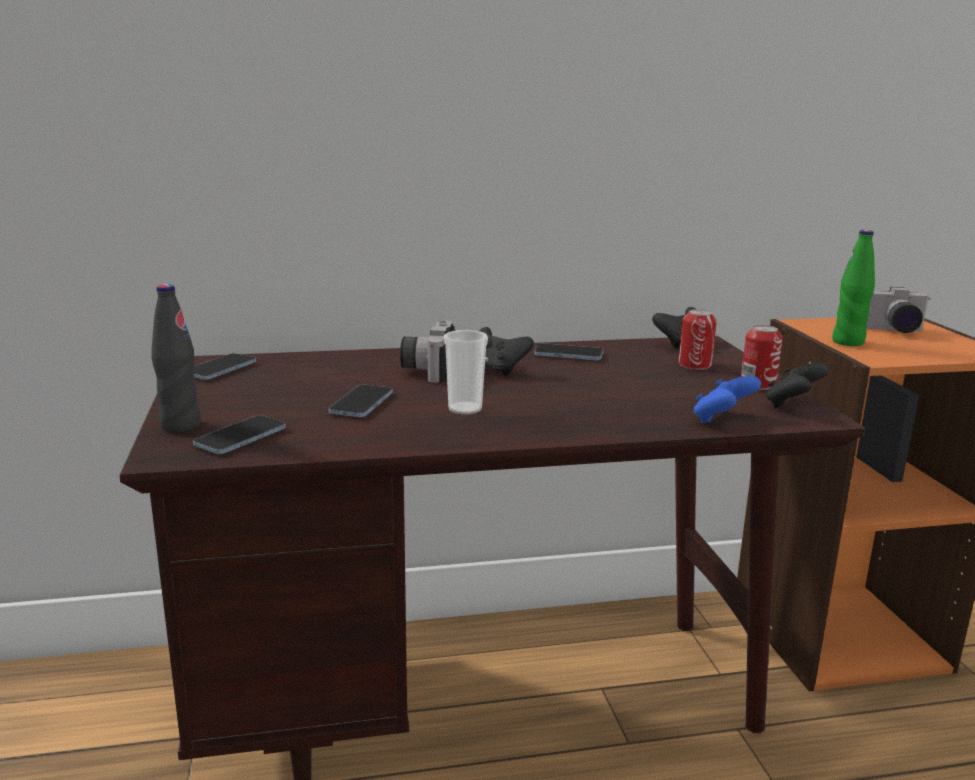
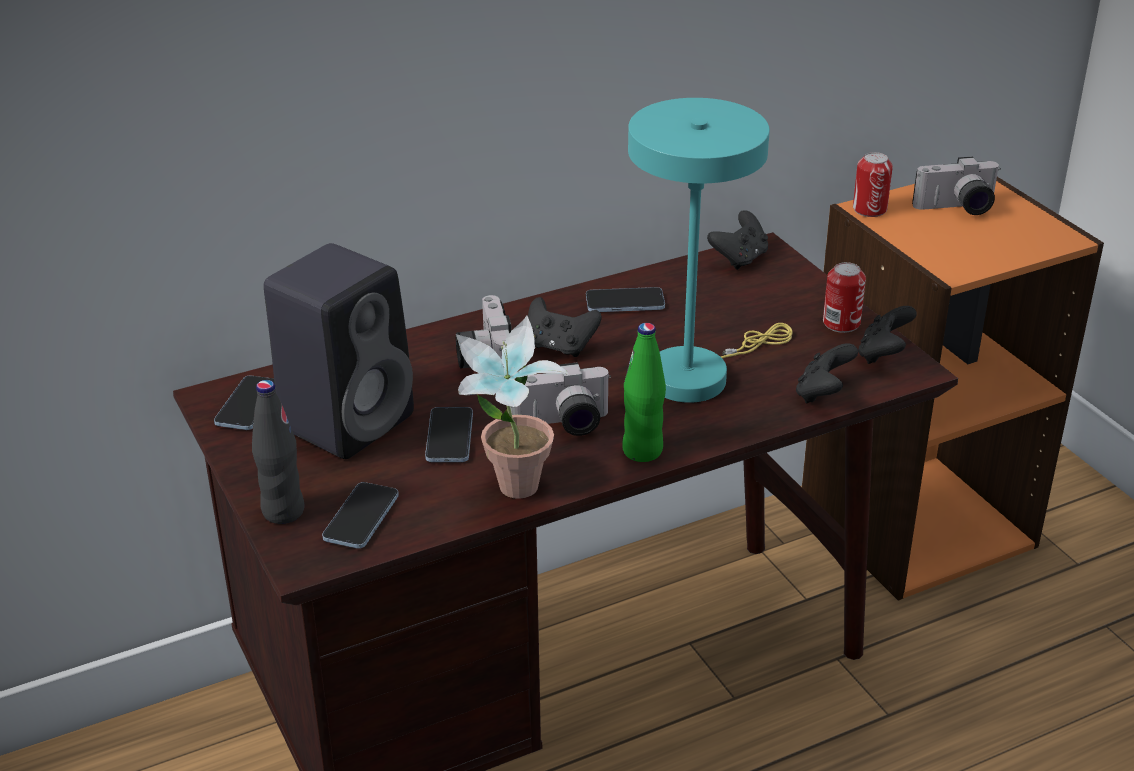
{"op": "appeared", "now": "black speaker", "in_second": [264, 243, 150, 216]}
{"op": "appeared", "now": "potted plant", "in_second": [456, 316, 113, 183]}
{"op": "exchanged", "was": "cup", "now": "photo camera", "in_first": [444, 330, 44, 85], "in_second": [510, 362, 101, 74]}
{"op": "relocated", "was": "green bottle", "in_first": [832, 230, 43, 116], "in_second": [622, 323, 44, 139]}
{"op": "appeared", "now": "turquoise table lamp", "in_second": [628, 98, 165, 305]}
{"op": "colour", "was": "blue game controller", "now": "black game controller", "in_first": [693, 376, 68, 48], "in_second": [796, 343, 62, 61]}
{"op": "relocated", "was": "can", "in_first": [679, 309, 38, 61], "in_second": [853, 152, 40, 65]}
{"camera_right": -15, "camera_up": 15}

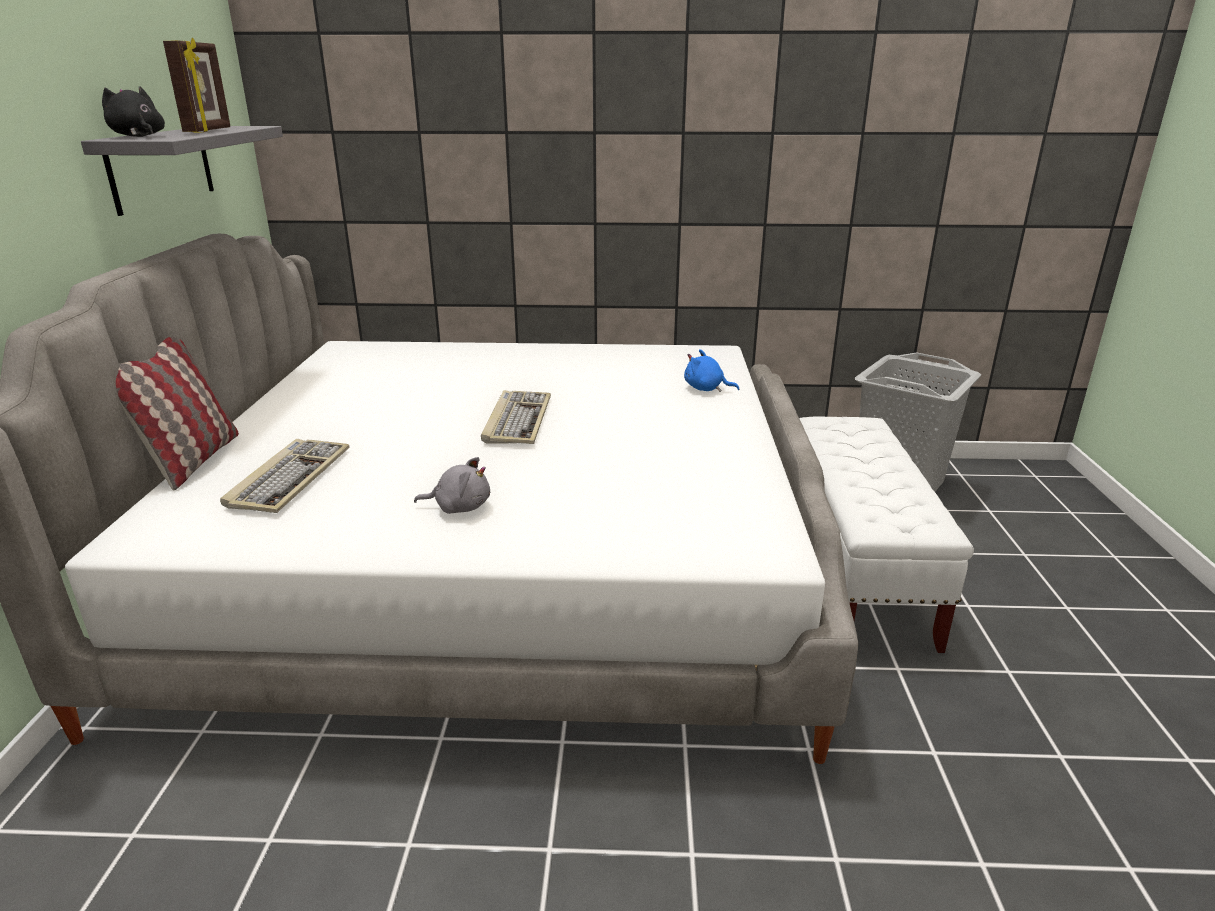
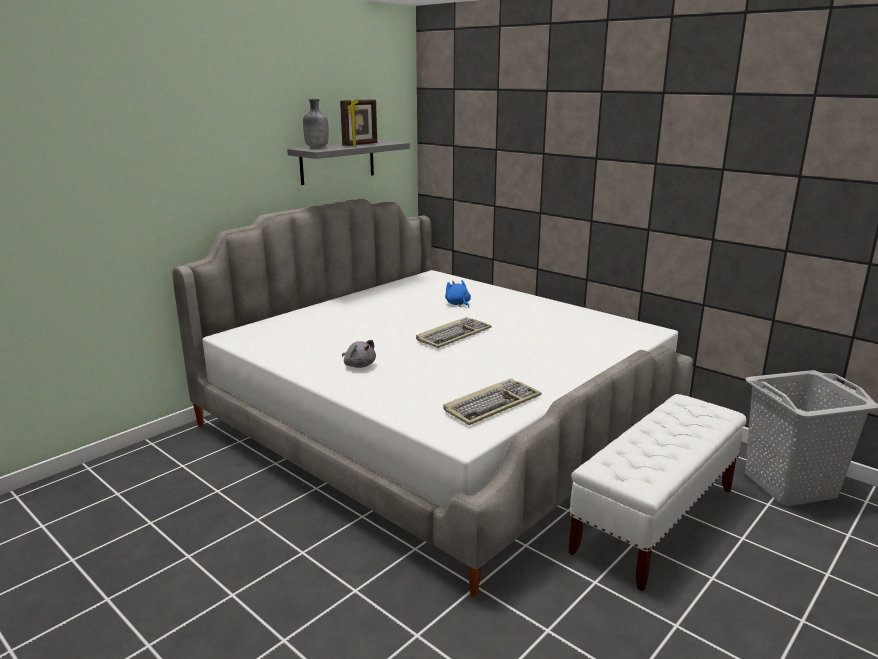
{"op": "exchanged", "was": "black plush toy", "now": "grey bottle", "in_first": [102, 86, 63, 51], "in_second": [303, 99, 26, 49]}
{"op": "relocated", "was": "keyboard", "in_first": [220, 439, 130, 74], "in_second": [443, 378, 99, 47]}
{"op": "relocated", "was": "blue plush toy", "in_first": [684, 349, 55, 43], "in_second": [445, 280, 26, 28]}
{"op": "missing", "was": "pillow", "in_first": [116, 337, 123, 153]}
{"camera_right": 40, "camera_up": -5}

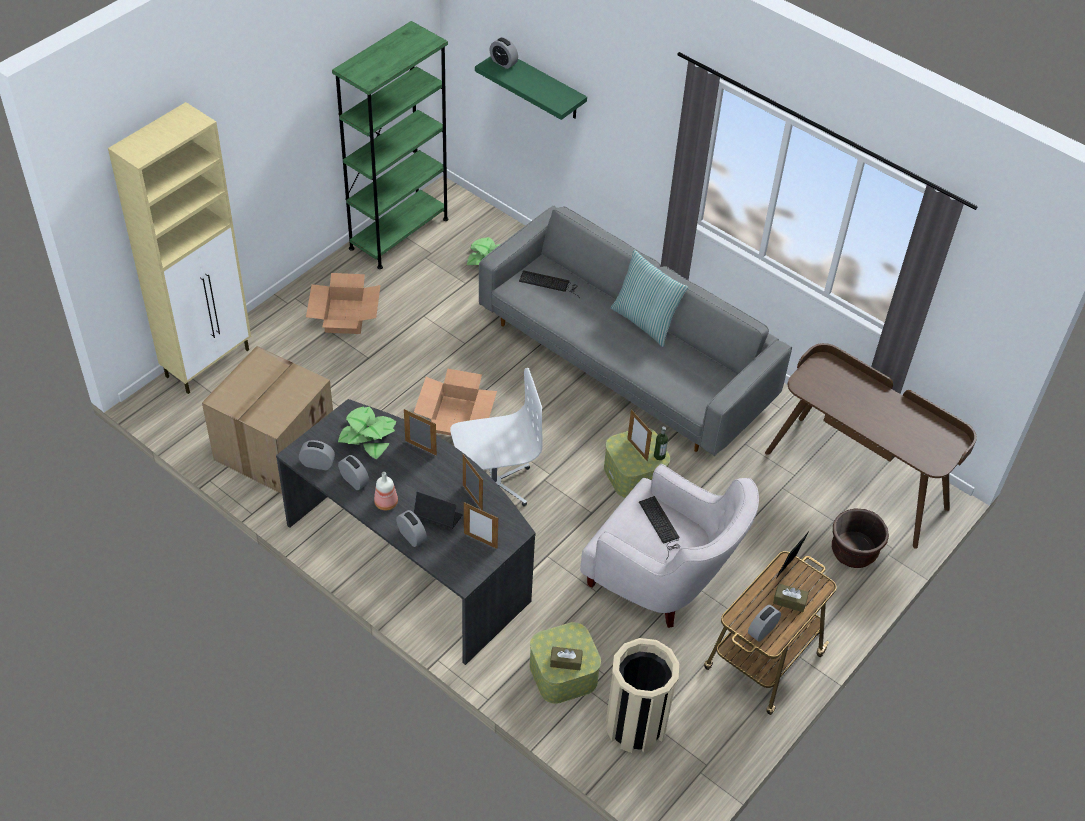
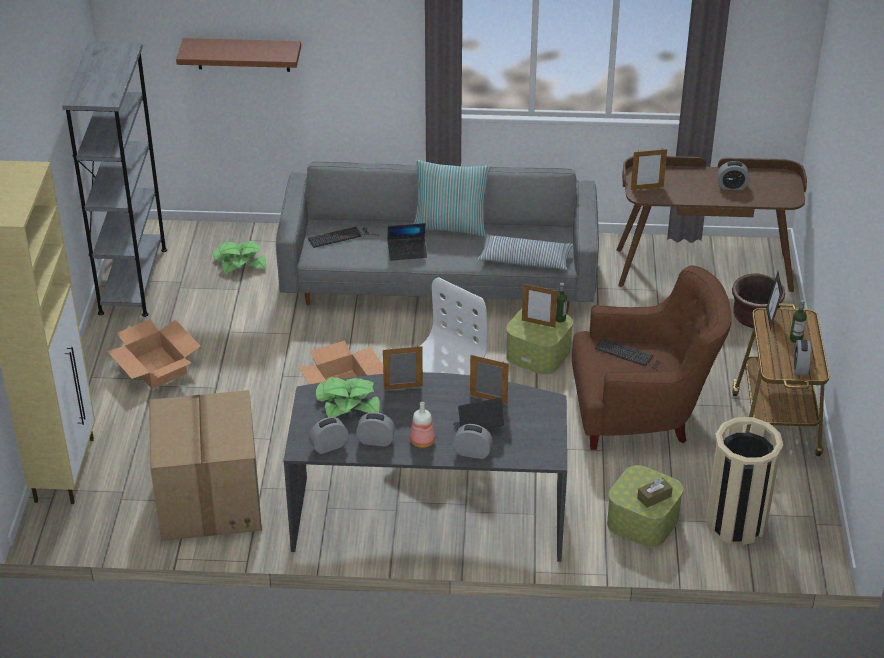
{"op": "colour", "was": "green bookcase", "now": "grey bookcase", "in_first": [332, 21, 117, 248], "in_second": [62, 42, 105, 275]}
{"op": "colour", "was": "green shelf", "now": "brown shelf", "in_first": [475, 56, 112, 64], "in_second": [176, 38, 125, 34]}
{"op": "appeared", "now": "laptop", "in_second": [387, 223, 40, 38]}
{"op": "appeared", "now": "pillow", "in_second": [478, 234, 95, 36]}
{"op": "colour", "was": "white armchair", "now": "brown armchair", "in_first": [580, 464, 179, 164], "in_second": [572, 265, 160, 185]}
{"op": "relocated", "was": "picture frame", "in_first": [464, 502, 34, 47], "in_second": [631, 149, 36, 41]}
{"op": "relocated", "was": "alarm clock", "in_first": [489, 38, 29, 31], "in_second": [717, 161, 32, 29]}
{"op": "exchanged", "was": "brown tissue box", "now": "bottle", "in_first": [773, 584, 36, 28], "in_second": [790, 300, 17, 43]}
{"camera_right": -35, "camera_up": -10}

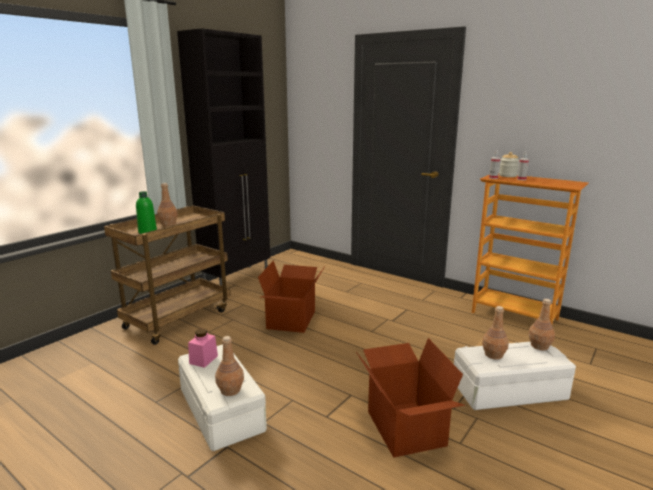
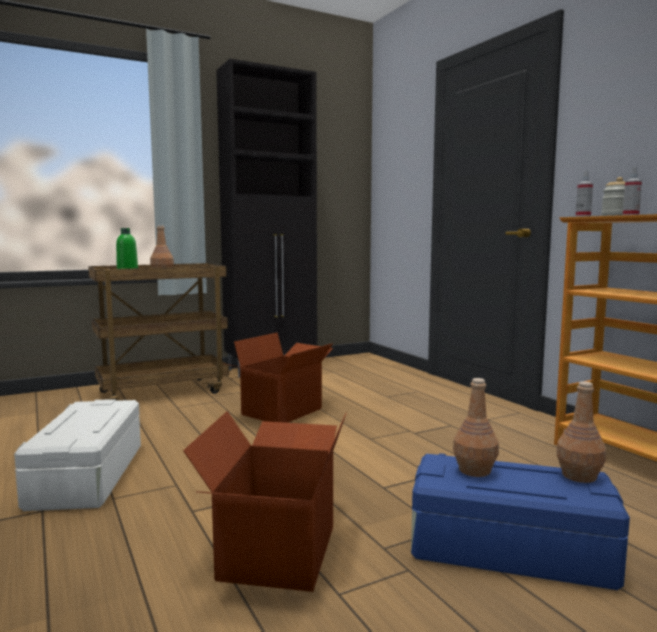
{"op": "colour", "was": "white storage box", "now": "blue storage box", "in_first": [454, 342, 122, 68], "in_second": [411, 453, 219, 137]}
{"op": "missing", "was": "pink jar", "in_first": [188, 329, 30, 39]}
{"op": "missing", "was": "brown bottle", "in_first": [215, 336, 29, 60]}
{"camera_right": 25, "camera_up": -10}

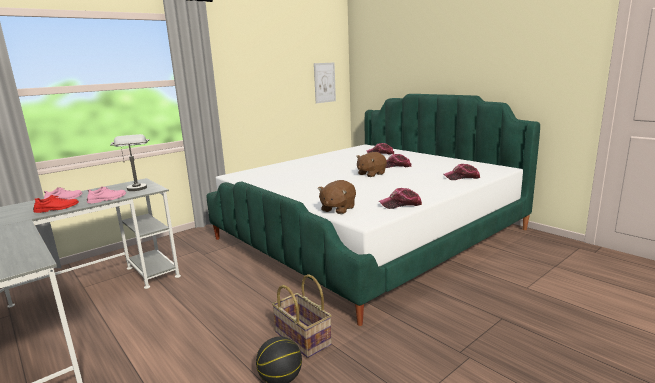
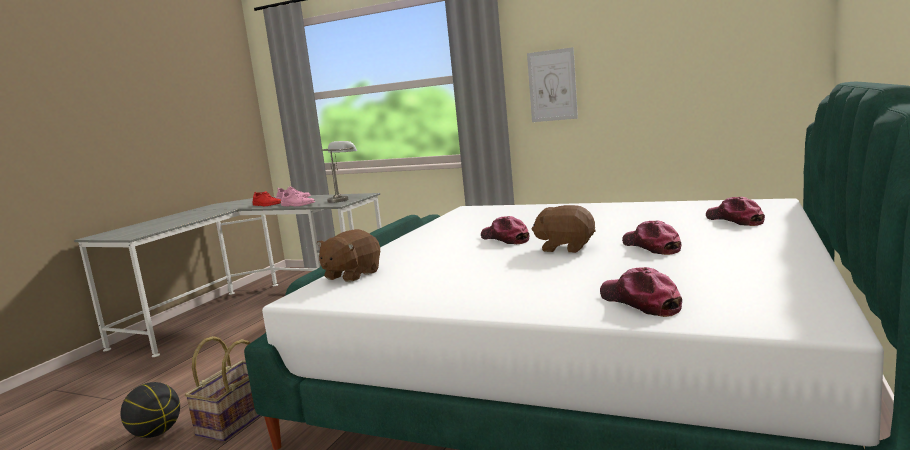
{"op": "spun", "was": "brown plush toy", "in_first": [318, 180, 38, 34], "in_second": [316, 229, 64, 53], "clockwise": -60}
{"op": "relocated", "was": "cap", "in_first": [379, 188, 43, 21], "in_second": [481, 216, 48, 28]}
{"op": "relocated", "was": "picture", "in_first": [314, 63, 22, 40], "in_second": [527, 47, 51, 75]}
{"camera_right": 65, "camera_up": -5}

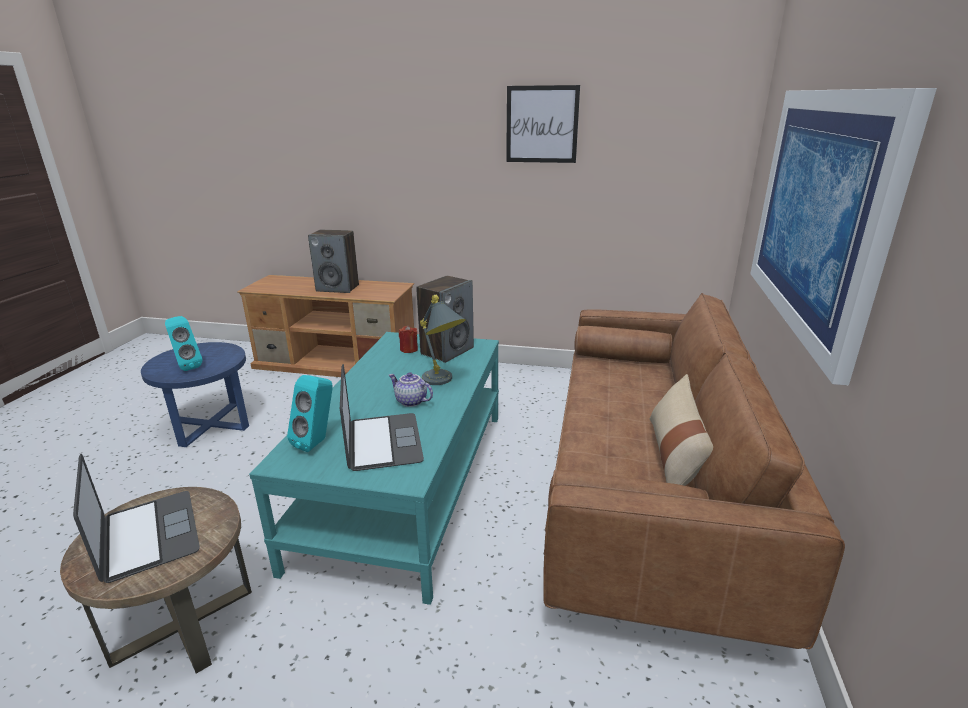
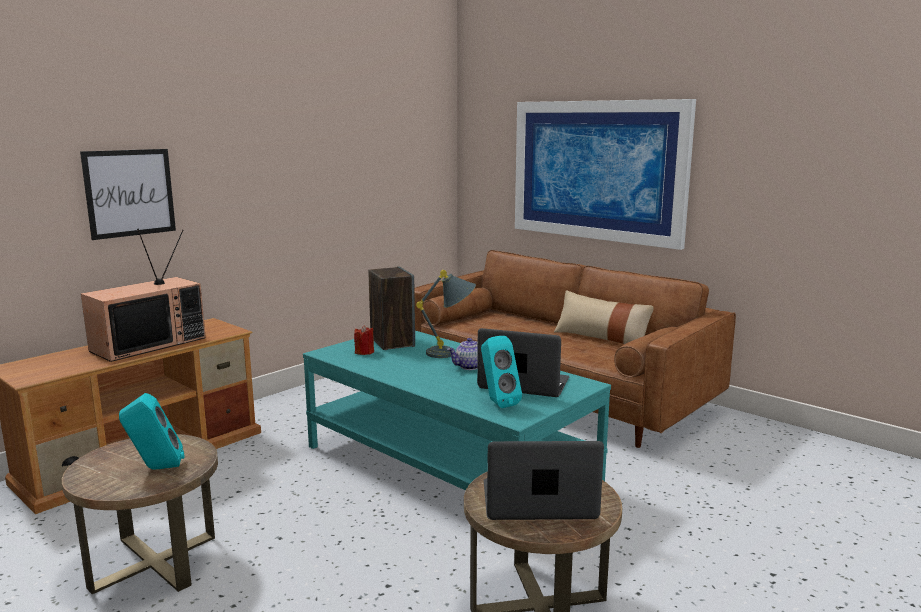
{"op": "colour", "was": "blue side table", "now": "brown side table", "in_first": [141, 342, 108, 105], "in_second": [62, 434, 156, 160]}
{"op": "relocated", "was": "picture", "in_first": [506, 85, 74, 78], "in_second": [80, 149, 96, 91]}
{"op": "exchanged", "was": "speaker", "now": "television", "in_first": [308, 230, 51, 63], "in_second": [81, 229, 125, 133]}
{"camera_right": -60, "camera_up": -10}

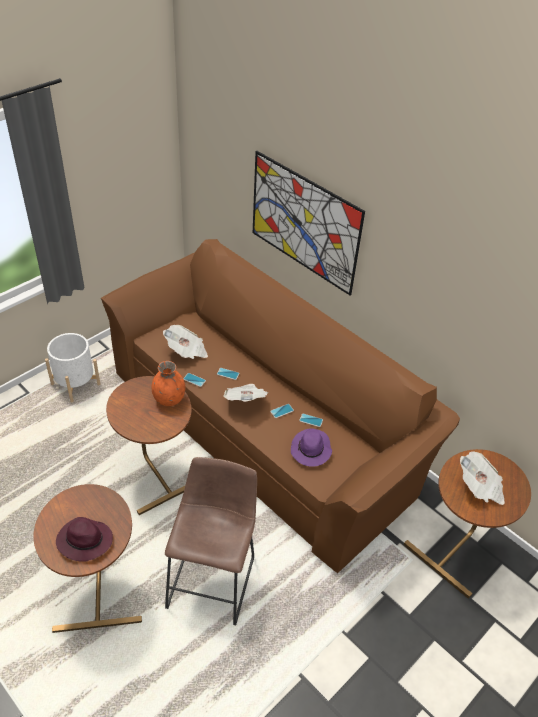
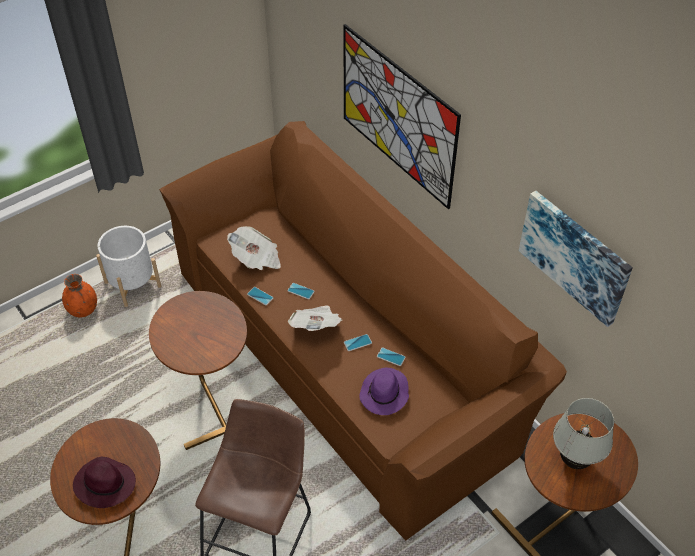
{"op": "relocated", "was": "orange vase", "in_first": [151, 361, 35, 45], "in_second": [62, 274, 35, 44]}
{"op": "appeared", "now": "picture", "in_second": [519, 191, 114, 136]}
{"op": "exchanged", "was": "newspaper", "now": "white table lamp", "in_first": [460, 452, 45, 53], "in_second": [553, 398, 61, 71]}
{"camera_right": 10, "camera_up": 5}

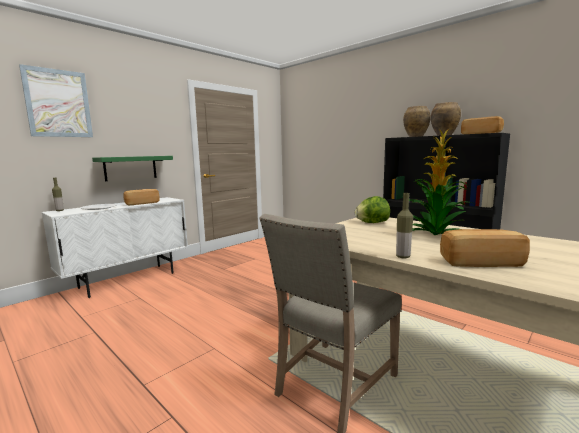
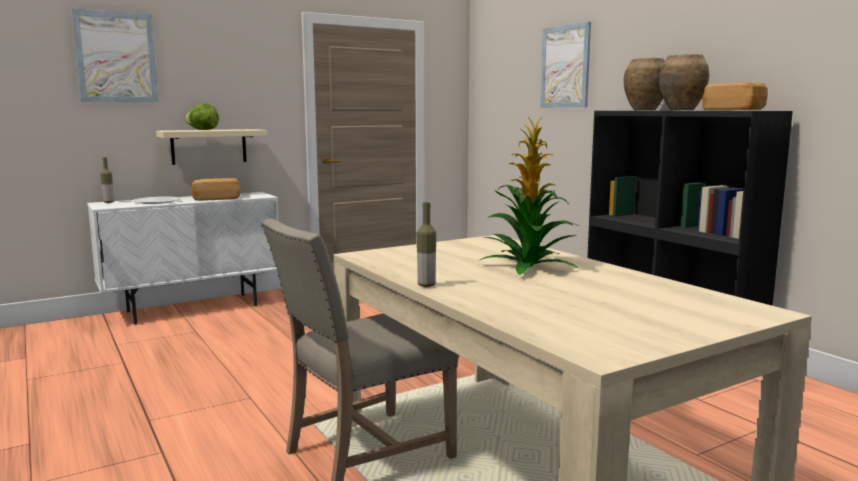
{"op": "colour", "was": "green shelf", "now": "beige shelf", "in_first": [92, 156, 81, 25], "in_second": [156, 129, 111, 36]}
{"op": "relocated", "was": "lettuce", "in_first": [355, 196, 35, 27], "in_second": [185, 103, 34, 27]}
{"op": "appeared", "now": "picture", "in_second": [540, 22, 51, 86]}
{"op": "missing", "was": "bread", "in_first": [440, 229, 90, 38]}
{"camera_right": 15, "camera_up": 0}

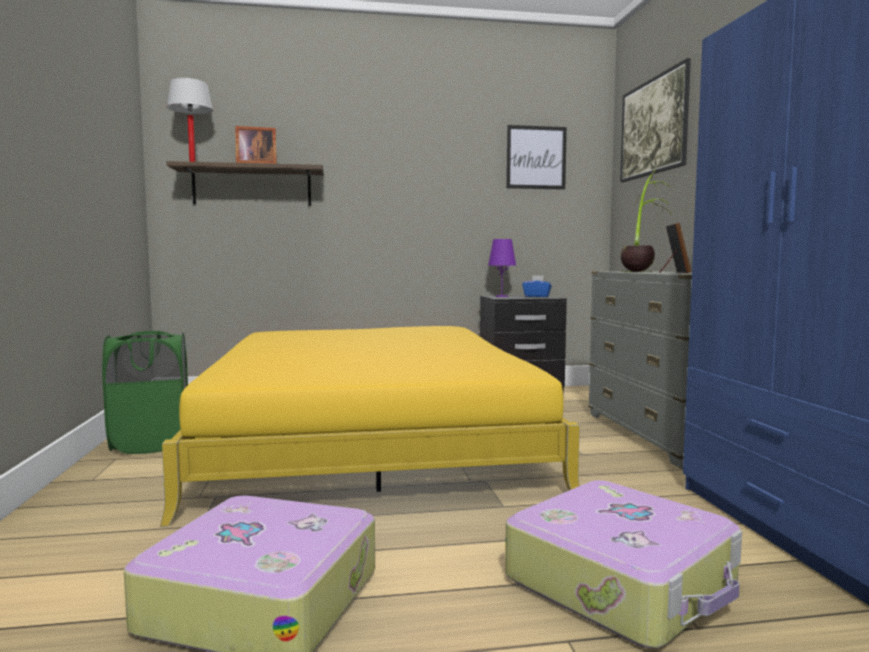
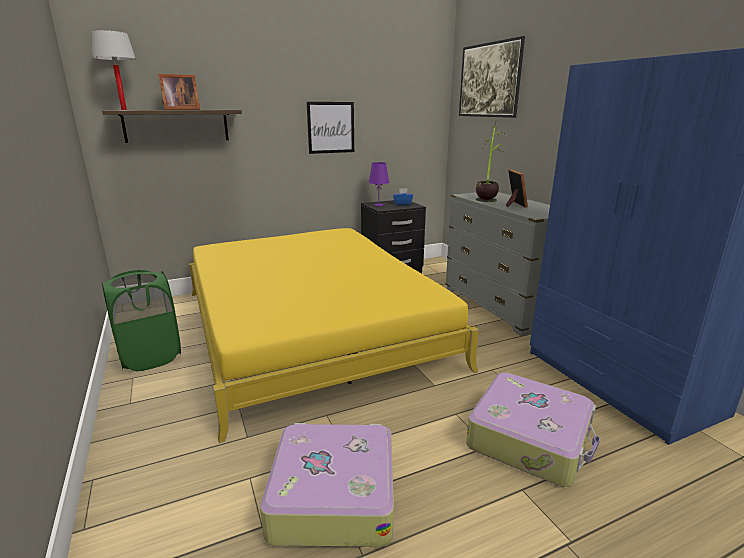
{"op": "relocated", "was": "picture", "in_first": [506, 125, 61, 65], "in_second": [306, 102, 48, 52]}
{"camera_right": -15, "camera_up": 15}

